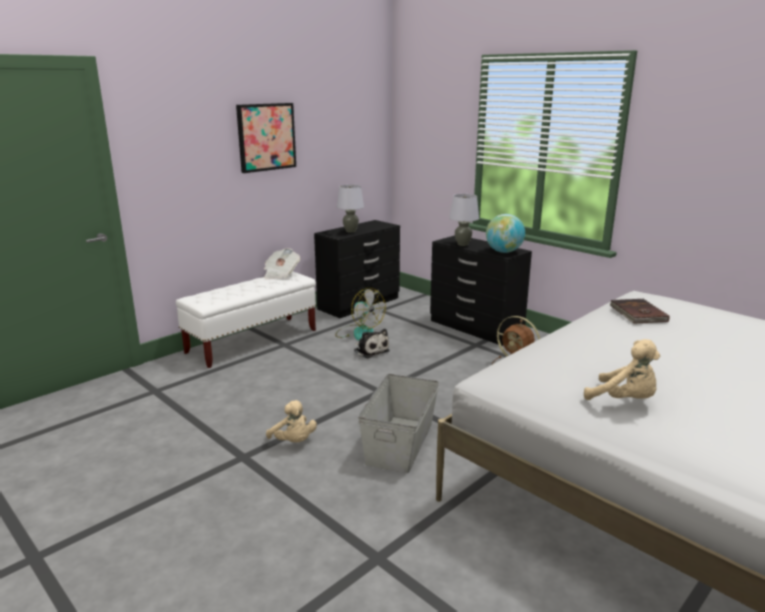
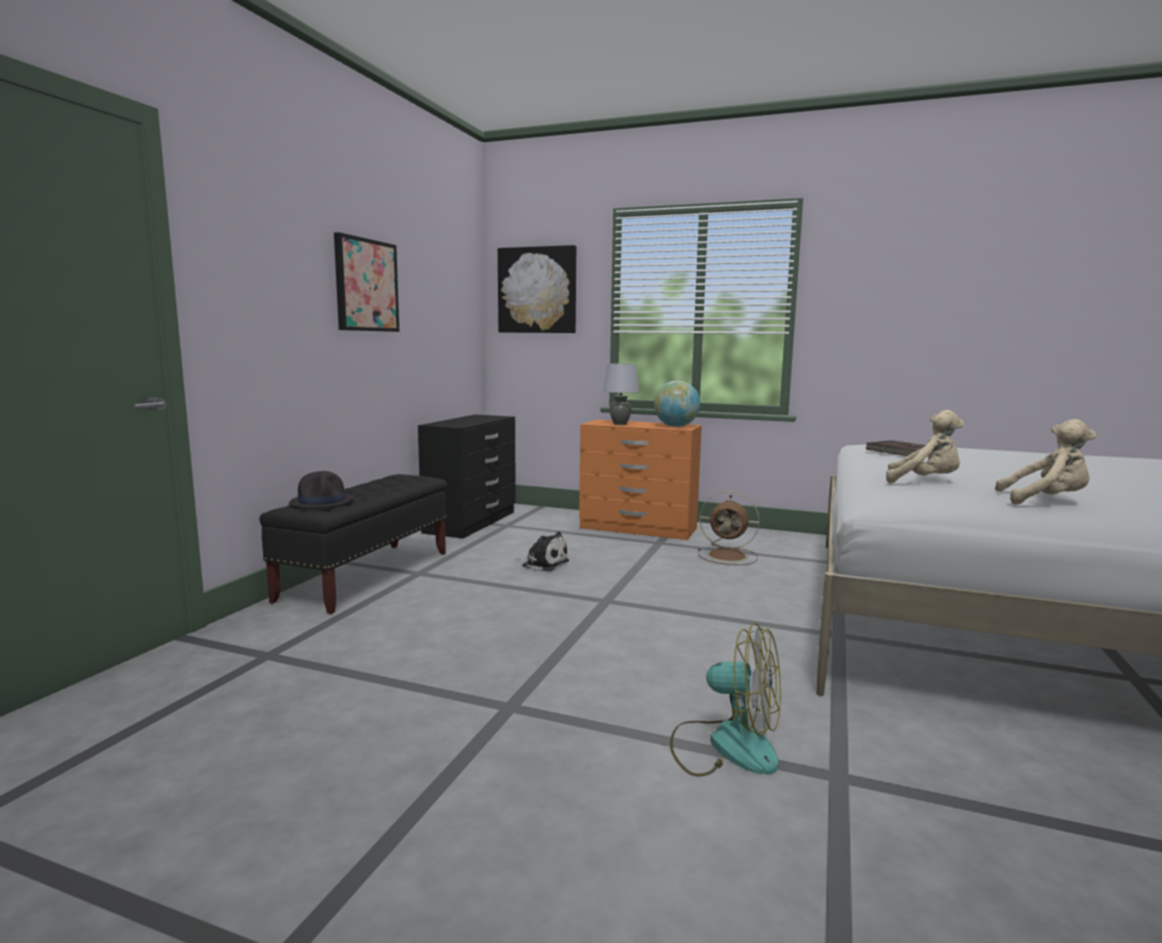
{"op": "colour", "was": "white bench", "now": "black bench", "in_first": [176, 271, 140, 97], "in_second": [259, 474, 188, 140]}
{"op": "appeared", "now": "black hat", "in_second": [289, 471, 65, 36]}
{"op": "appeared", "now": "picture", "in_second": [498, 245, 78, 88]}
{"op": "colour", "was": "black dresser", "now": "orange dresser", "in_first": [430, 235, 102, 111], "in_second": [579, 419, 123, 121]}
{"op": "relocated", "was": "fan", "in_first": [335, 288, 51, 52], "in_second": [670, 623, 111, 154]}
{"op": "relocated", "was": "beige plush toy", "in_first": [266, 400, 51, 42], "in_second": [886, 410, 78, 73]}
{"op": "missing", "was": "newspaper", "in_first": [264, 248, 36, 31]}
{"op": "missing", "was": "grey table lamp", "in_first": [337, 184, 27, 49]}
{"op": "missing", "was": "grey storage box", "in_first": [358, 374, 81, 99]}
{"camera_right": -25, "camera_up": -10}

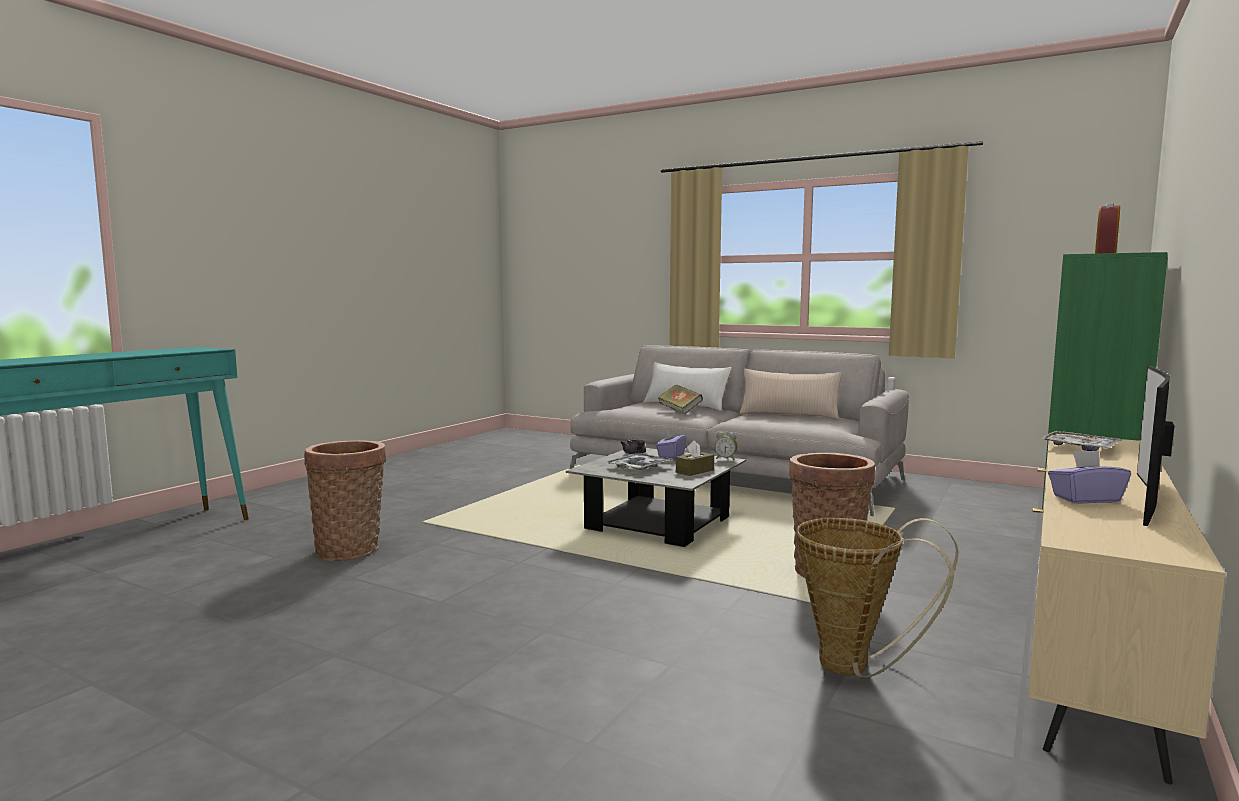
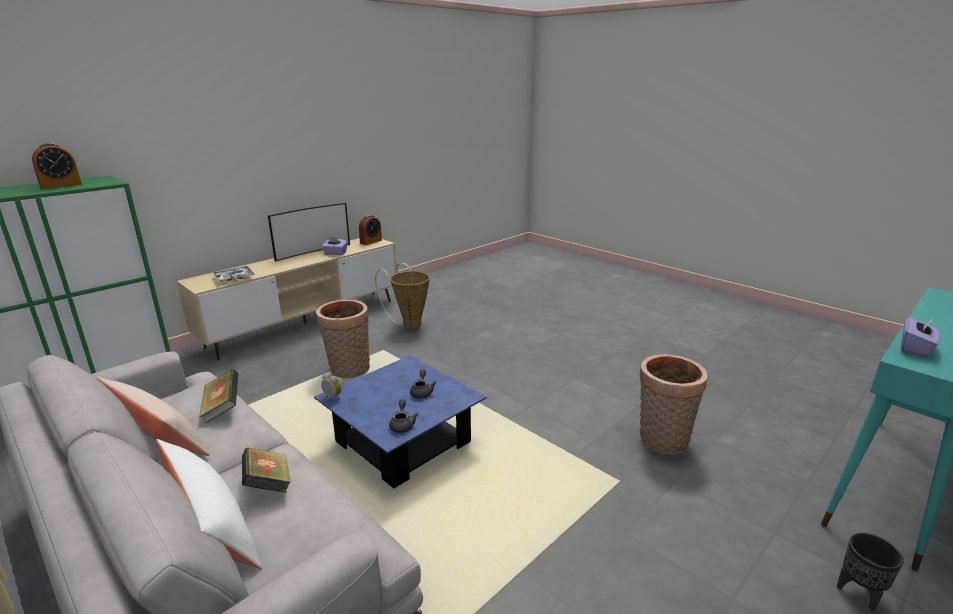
{"op": "appeared", "now": "book", "in_second": [199, 369, 39, 54]}
{"op": "colour", "was": "grey coffee table", "now": "blue coffee table", "in_first": [566, 448, 180, 99], "in_second": [314, 356, 173, 133]}
{"op": "appeared", "now": "alarm clock", "in_second": [359, 215, 23, 30]}
{"op": "exchanged", "was": "tray", "now": "grey teapot", "in_first": [605, 453, 67, 17], "in_second": [410, 369, 26, 30]}
{"op": "appeared", "now": "black planter", "in_second": [837, 533, 67, 78]}
{"op": "relocated", "was": "purple tissue box", "in_first": [656, 428, 31, 31], "in_second": [901, 317, 39, 40]}
{"op": "missing", "was": "brown tissue box", "in_first": [676, 440, 38, 36]}
{"camera_right": -165, "camera_up": 15}

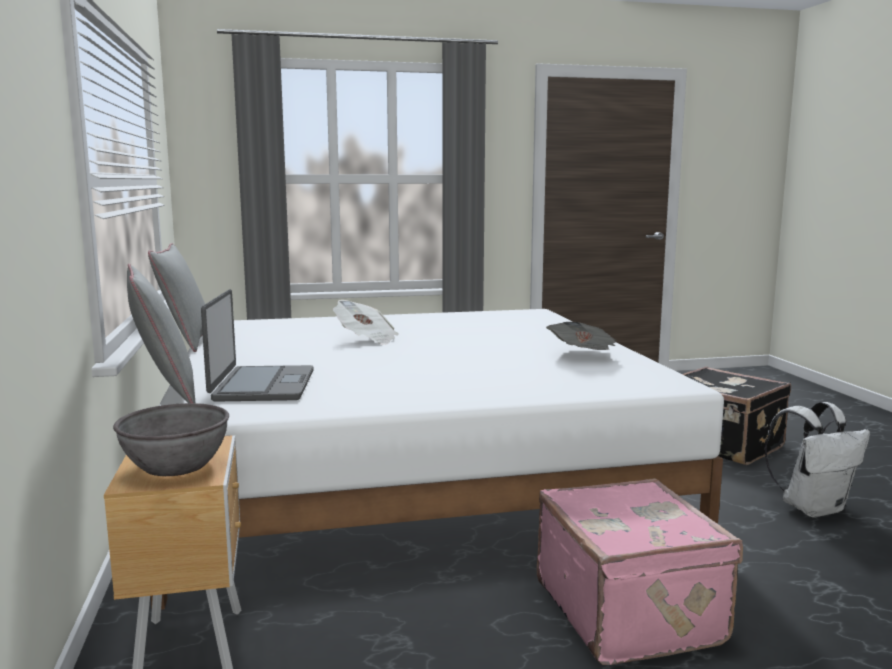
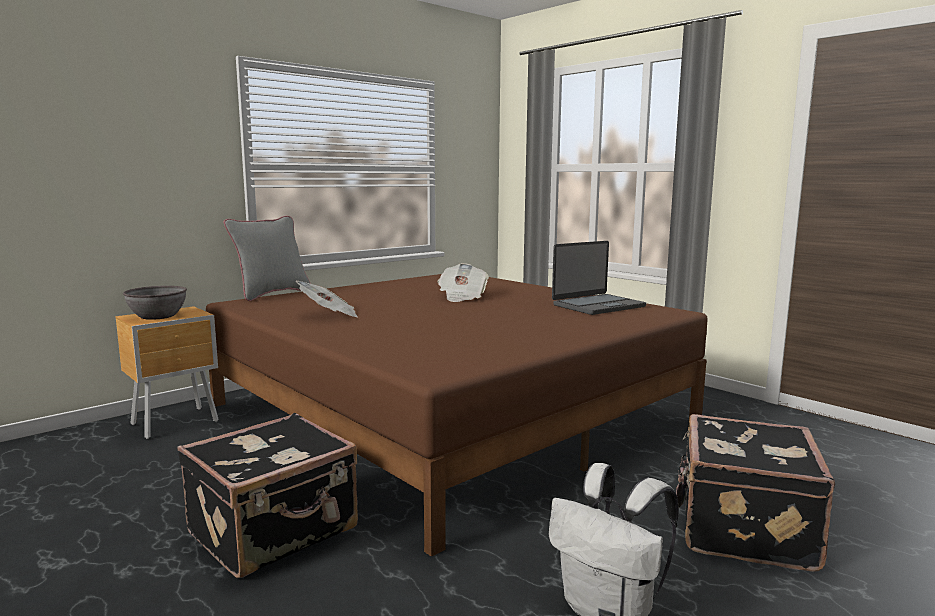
{"op": "colour", "was": "pink suitcase", "now": "black suitcase", "in_first": [537, 478, 206, 187], "in_second": [177, 413, 181, 165]}
{"op": "colour", "was": "white bed", "now": "brown bed", "in_first": [151, 309, 573, 301], "in_second": [206, 274, 502, 283]}
{"op": "relocated", "was": "newspaper", "in_first": [546, 322, 70, 28], "in_second": [296, 281, 62, 36]}
{"op": "relocated", "was": "laptop", "in_first": [201, 289, 113, 113], "in_second": [552, 241, 94, 74]}
{"op": "missing", "was": "grey pillow", "in_first": [148, 243, 57, 109]}
{"camera_right": 60, "camera_up": 0}

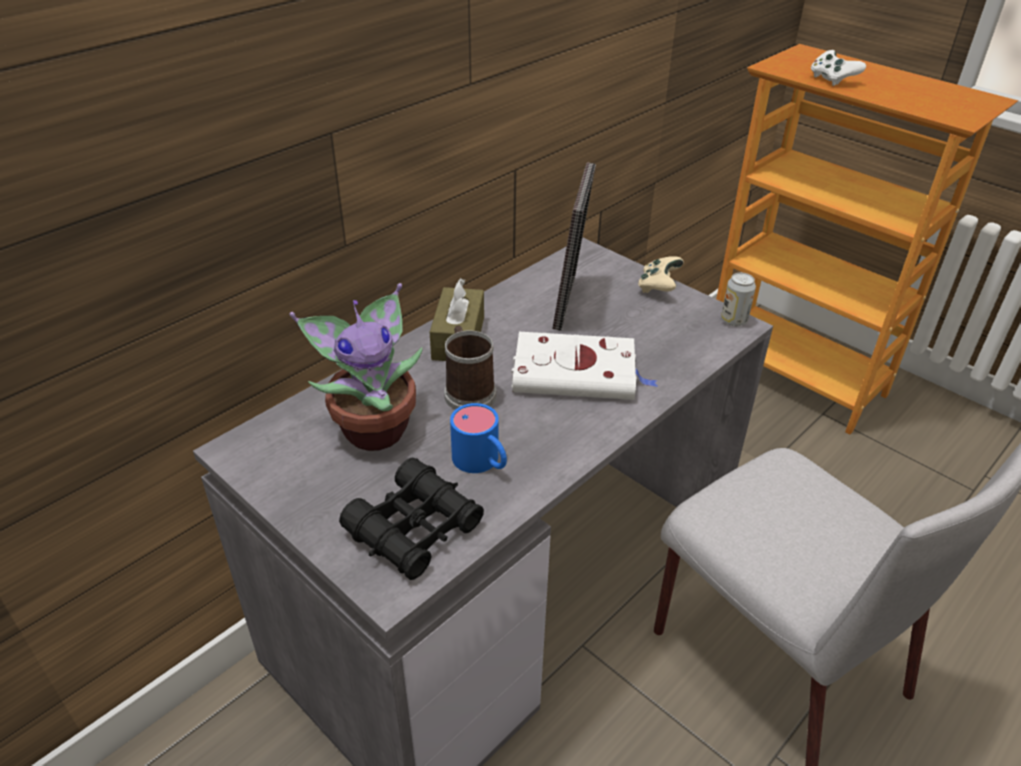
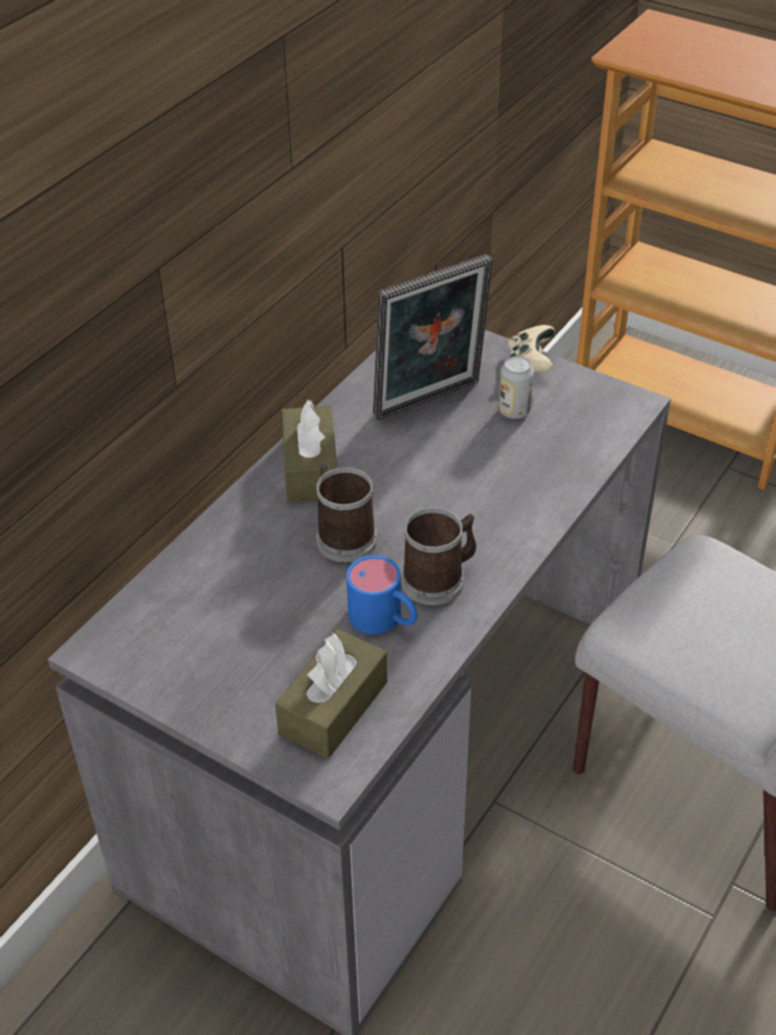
{"op": "exchanged", "was": "black binoculars", "now": "brown tissue box", "in_first": [339, 458, 145, 122], "in_second": [275, 629, 112, 130]}
{"op": "spun", "was": "picture frame", "in_first": [552, 162, 44, 169], "in_second": [373, 254, 120, 166], "clockwise": 60}
{"op": "appeared", "now": "mug", "in_second": [401, 508, 75, 97]}
{"op": "relocated", "was": "can", "in_first": [721, 272, 35, 54], "in_second": [499, 356, 35, 63]}
{"op": "missing", "was": "potted plant", "in_first": [289, 283, 134, 168]}
{"op": "missing", "was": "white book", "in_first": [511, 332, 147, 68]}
{"op": "missing", "was": "white game controller", "in_first": [811, 50, 55, 36]}
{"camera_right": -10, "camera_up": 5}

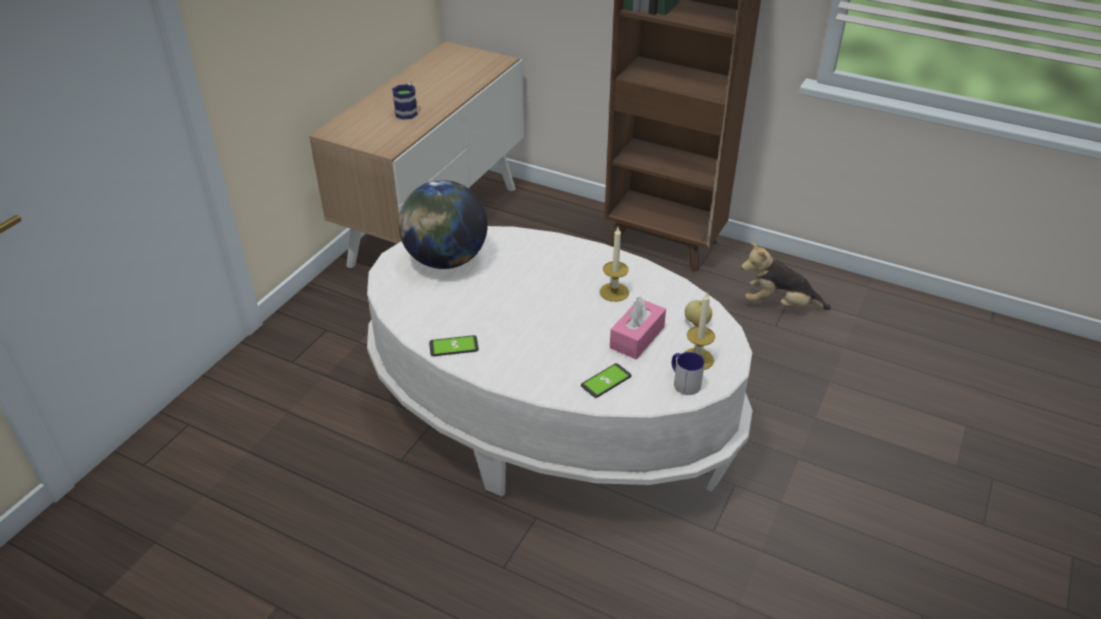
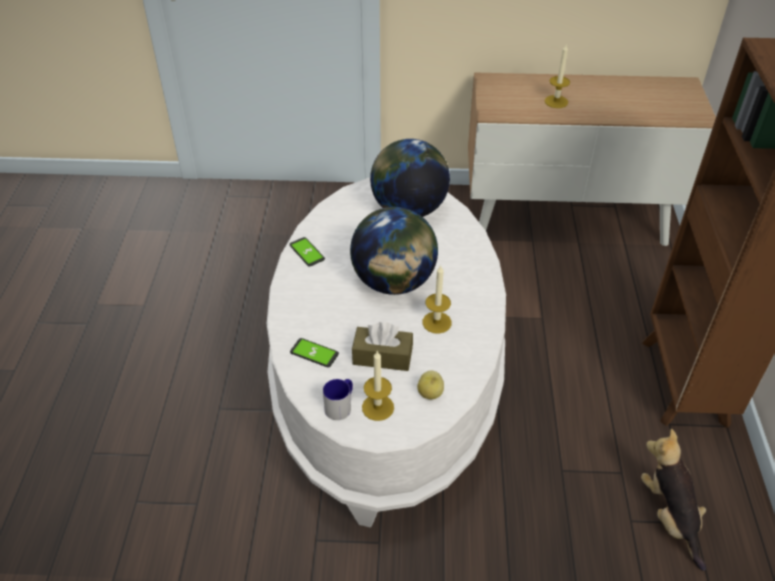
{"op": "appeared", "now": "globe", "in_second": [350, 207, 88, 88]}
{"op": "colour", "was": "pink tissue box", "now": "brown tissue box", "in_first": [610, 297, 56, 62], "in_second": [352, 322, 61, 49]}
{"op": "exchanged", "was": "mug", "now": "candle", "in_first": [392, 83, 26, 37], "in_second": [545, 43, 25, 65]}
{"camera_right": 65, "camera_up": 5}

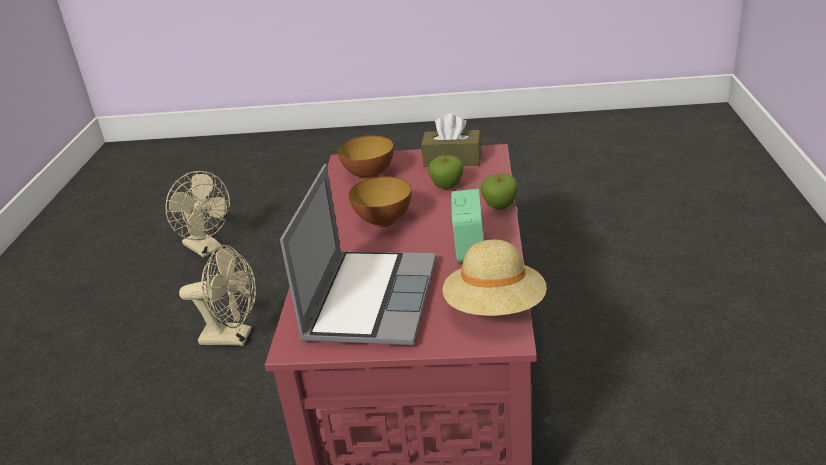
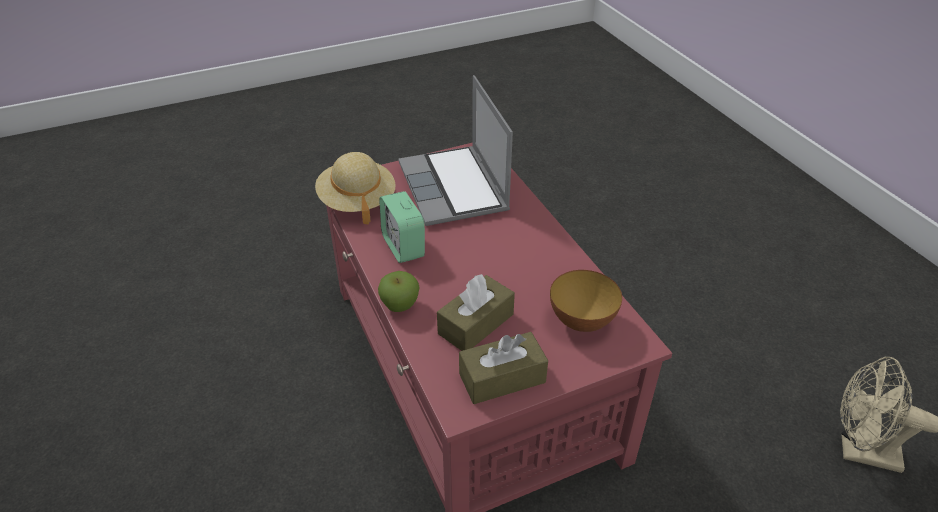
{"op": "exchanged", "was": "apple", "now": "brown tissue box", "in_first": [428, 155, 36, 34], "in_second": [437, 274, 78, 77]}
{"op": "missing", "was": "beige fan", "in_first": [179, 245, 77, 101]}
{"op": "missing", "was": "bowl", "in_first": [349, 177, 63, 50]}
{"camera_right": 150, "camera_up": 10}

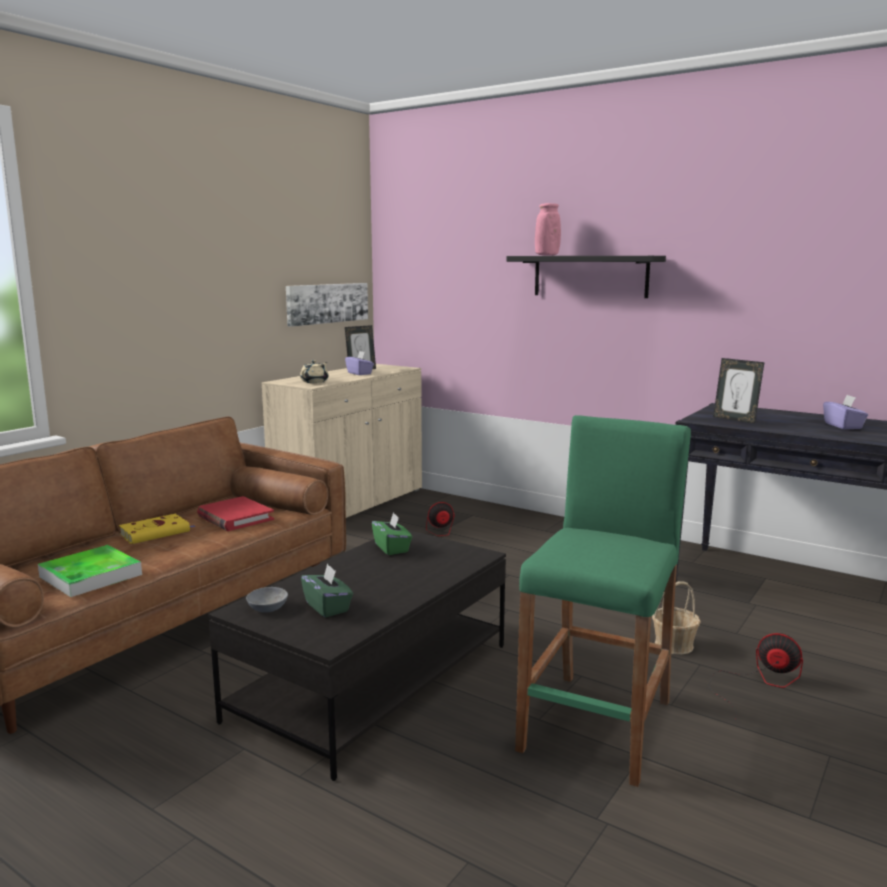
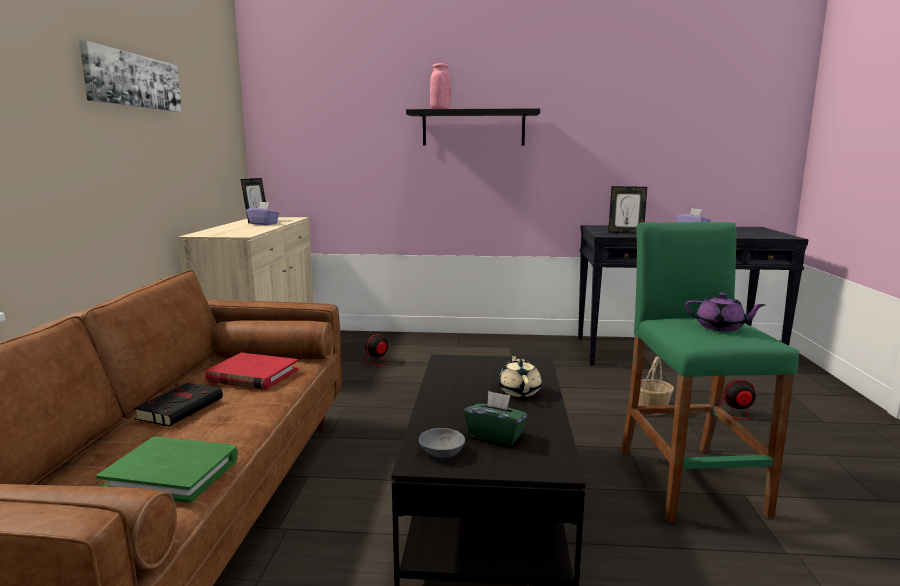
{"op": "relocated", "was": "picture", "in_first": [286, 283, 82, 44], "in_second": [79, 41, 103, 71]}
{"op": "exchanged", "was": "tray", "now": "green book", "in_first": [38, 545, 104, 52], "in_second": [96, 436, 142, 67]}
{"op": "colour", "was": "yellow book", "now": "black book", "in_first": [119, 514, 76, 30], "in_second": [134, 383, 89, 43]}
{"op": "relocated", "was": "beige teapot", "in_first": [300, 360, 29, 23], "in_second": [498, 354, 44, 43]}
{"op": "appeared", "now": "purple teapot", "in_second": [685, 293, 80, 38]}
{"op": "missing", "was": "green tissue box", "in_first": [372, 512, 40, 43]}
{"camera_right": -30, "camera_up": 0}

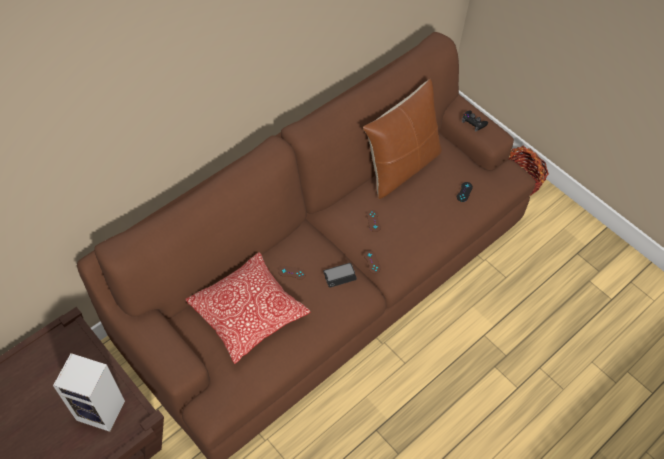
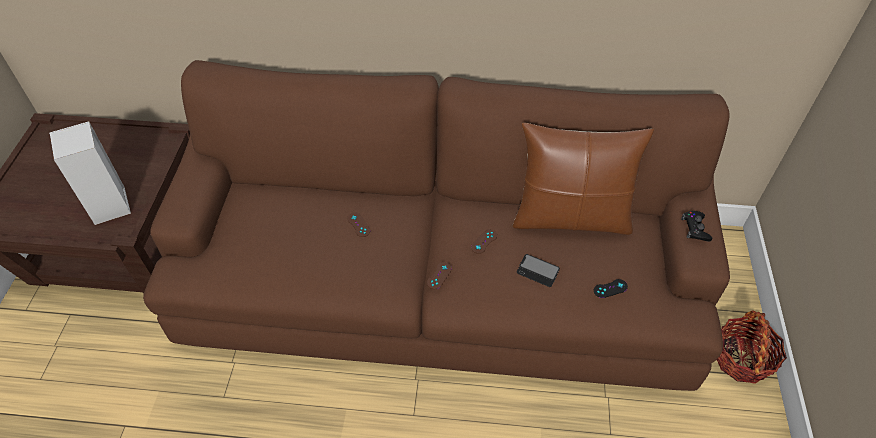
{"op": "relocated", "was": "phone", "in_first": [323, 263, 34, 25], "in_second": [517, 254, 43, 33]}
{"op": "missing", "was": "pillow", "in_first": [185, 252, 126, 112]}
{"camera_right": 50, "camera_up": -5}

